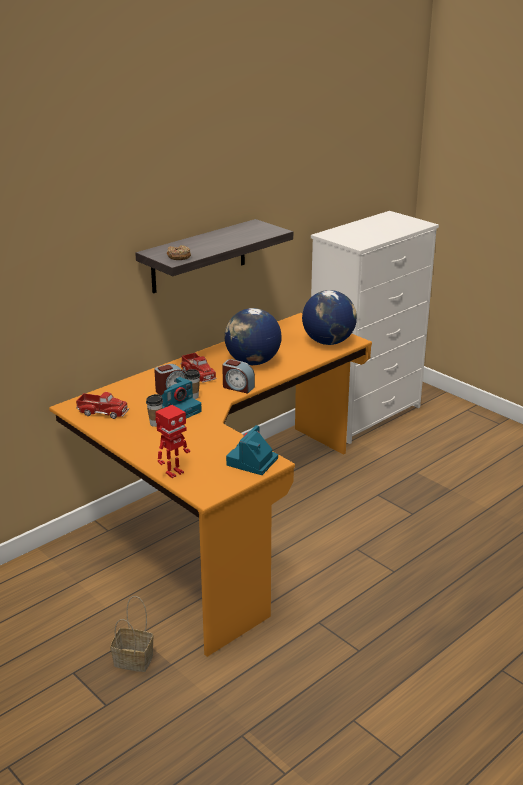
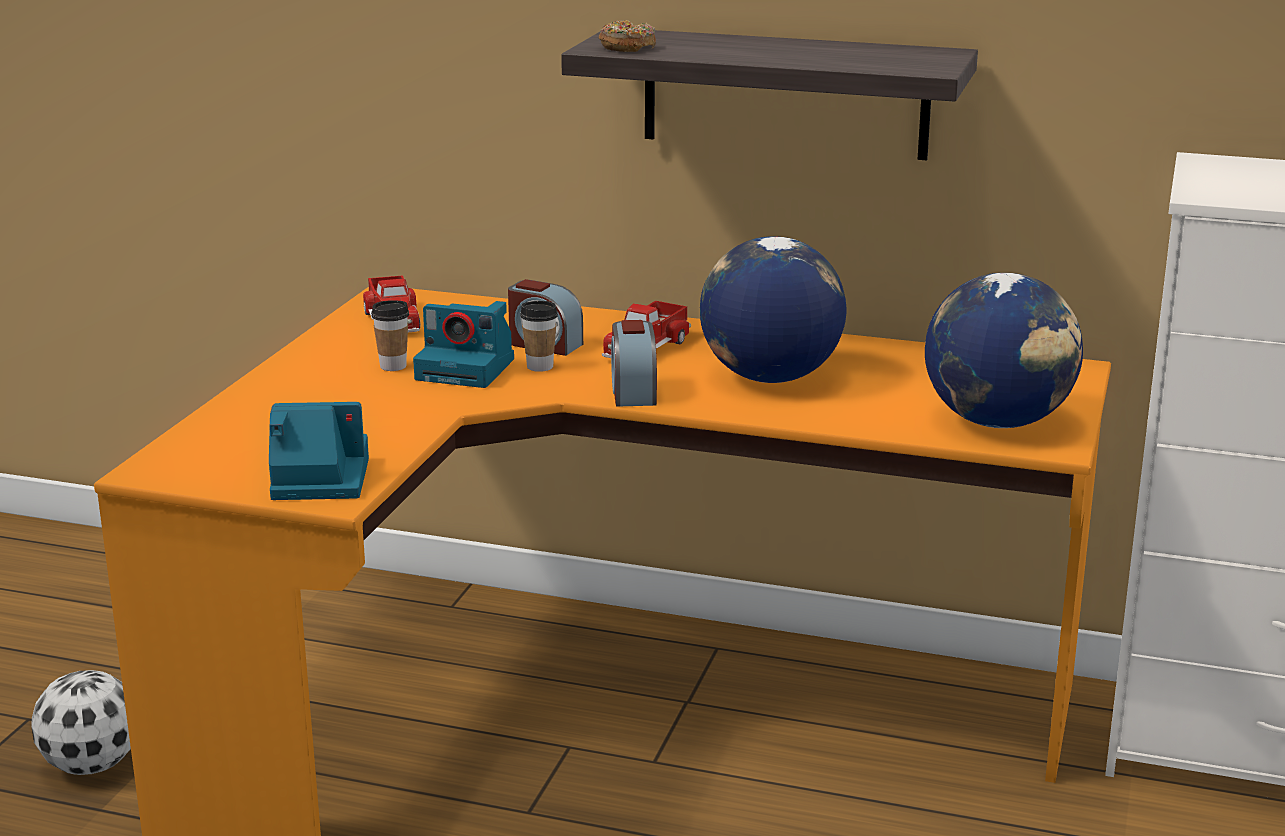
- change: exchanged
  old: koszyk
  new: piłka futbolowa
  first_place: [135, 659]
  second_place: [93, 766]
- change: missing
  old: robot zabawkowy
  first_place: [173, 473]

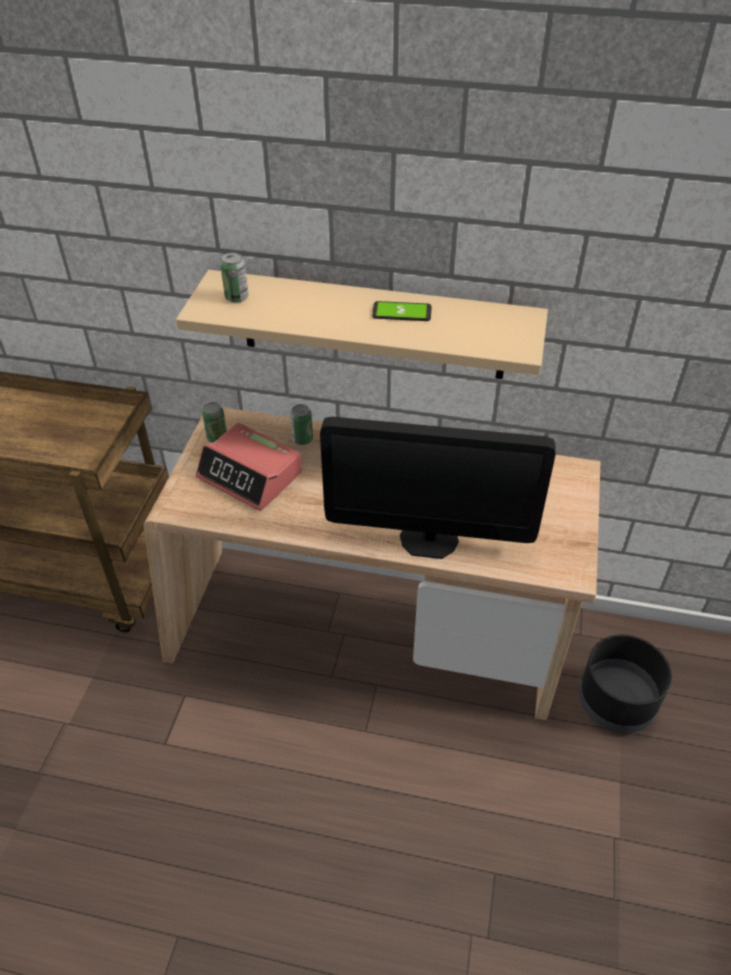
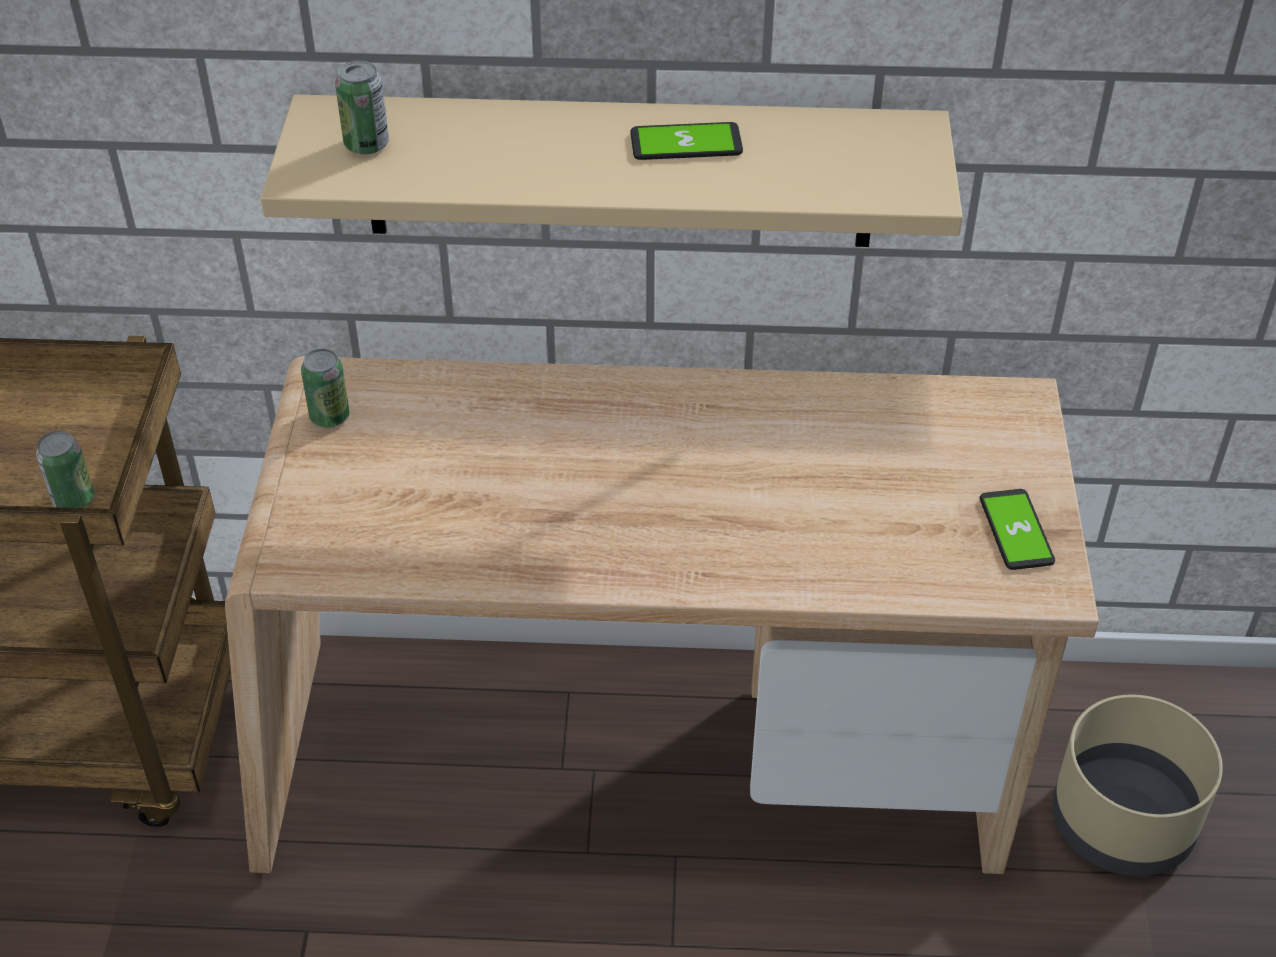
- change: relocated
  old: puszka
  first_place: [302, 439]
  second_place: [74, 499]
- change: appeared
  new: telefon
  second_place: [1016, 531]
- change: colour
  old: donica [czarny]
  new: donica [beżowy]
  first_place: [617, 702]
  second_place: [1123, 822]
- change: missing
  old: budzik
  first_place: [250, 475]
- change: missing
  old: monitor
  first_place: [429, 538]

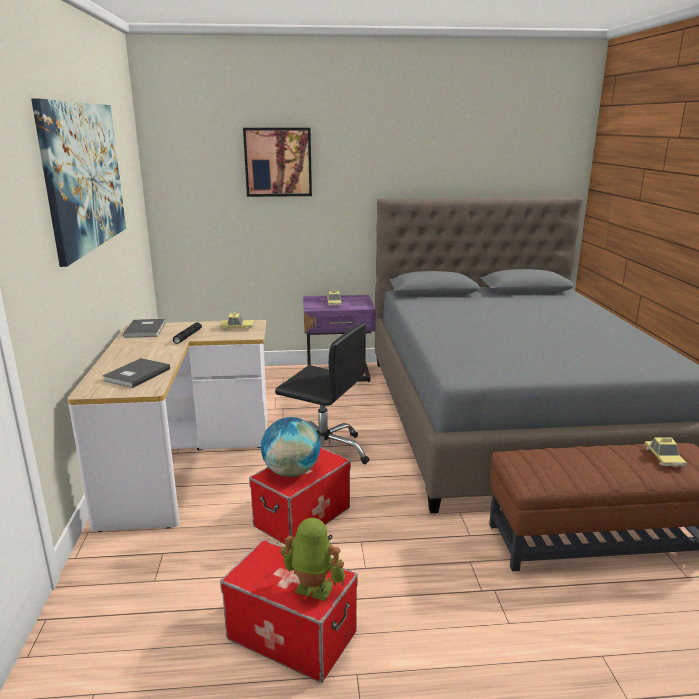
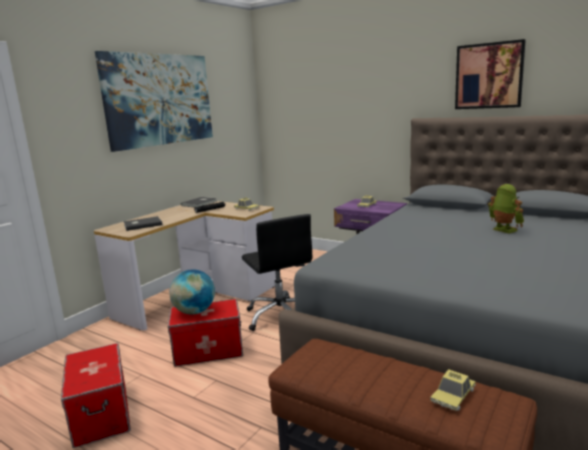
- change: relocated
  old: obraz
  first_place: [278, 162]
  second_place: [489, 76]
- change: relocated
  old: robot zabawkowy
  first_place: [312, 590]
  second_place: [503, 230]

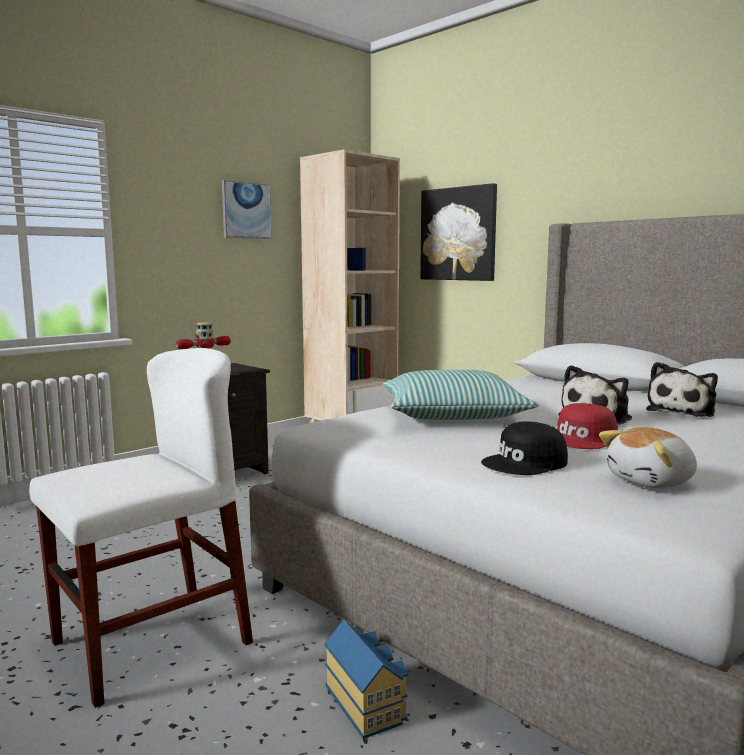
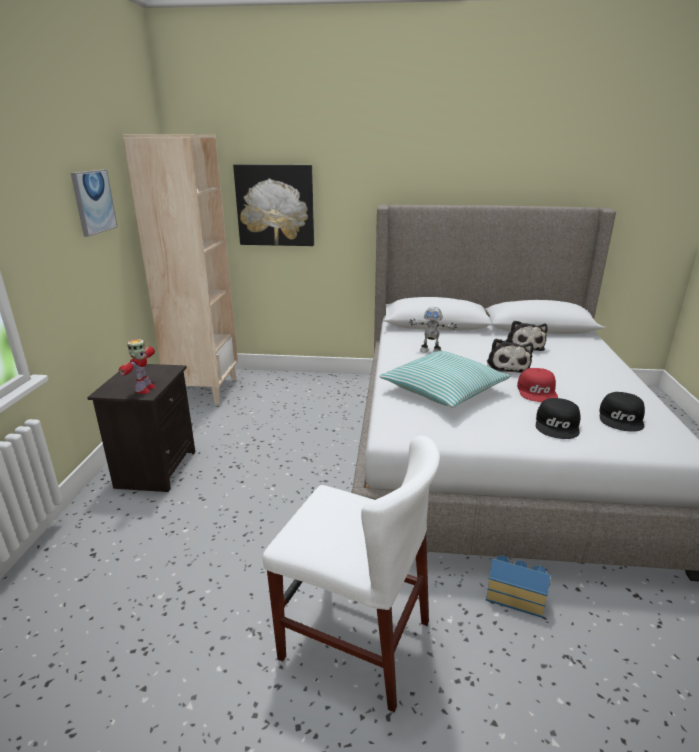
- change: spun
  old: krzesło [biały]
  first_place: [151, 642]
  second_place: [355, 640]
  degrees: 105
- change: appeared
  new: robot zabawkowy
  second_place: [430, 351]
- change: exchanged
  old: pluszak
  new: czapka z daszkiem [czarny]
  first_place: [652, 481]
  second_place: [622, 418]

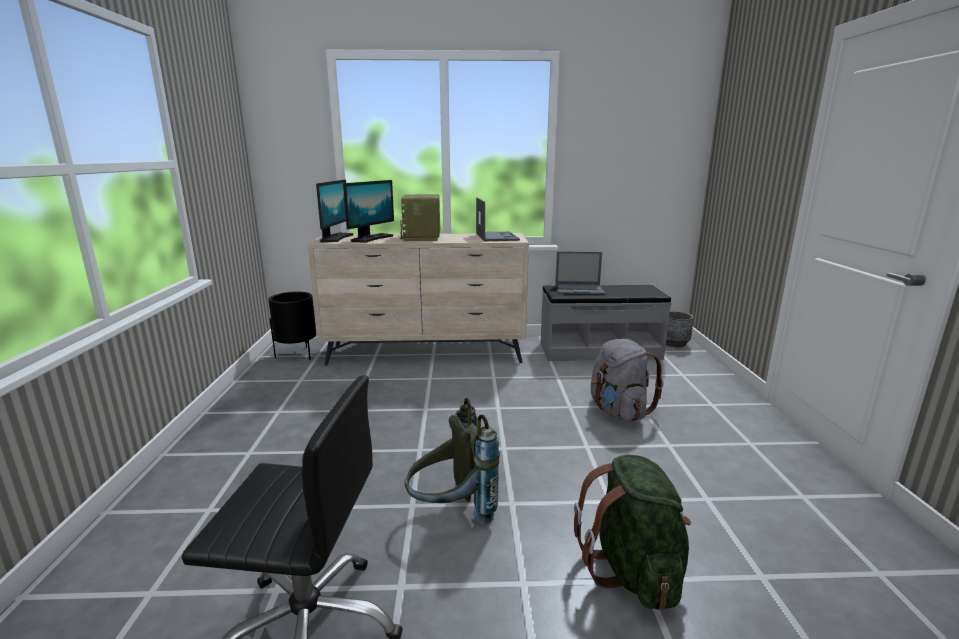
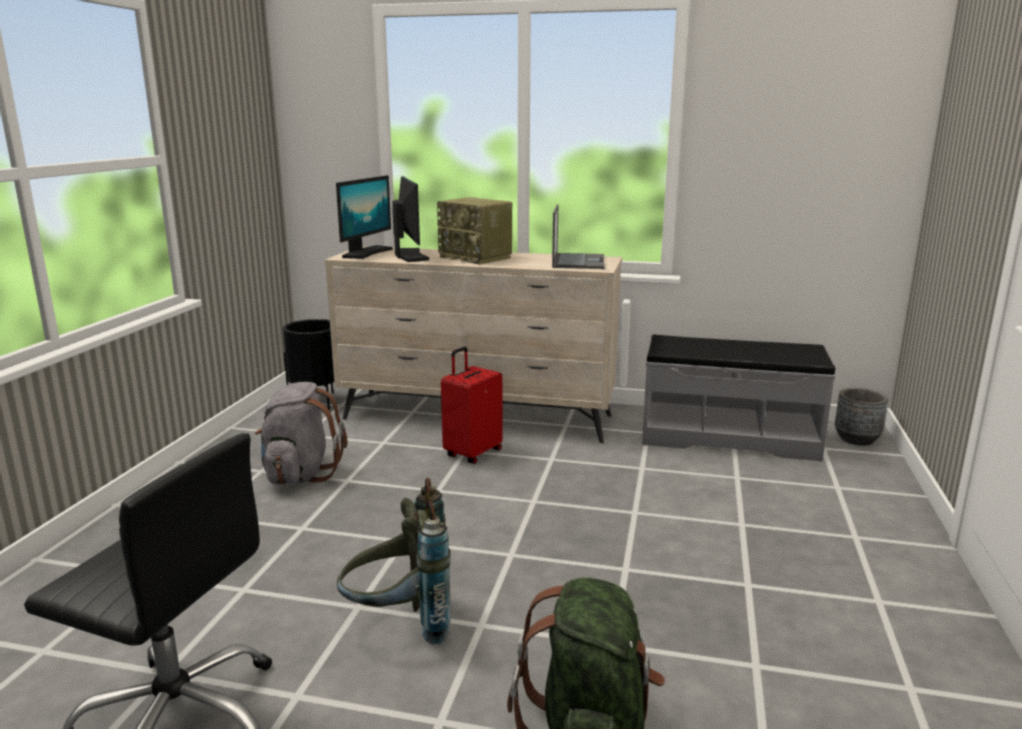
- change: relocated
  old: plecak [szary]
  first_place: [618, 411]
  second_place: [300, 474]
- change: spun
  old: monitor
  first_place: [371, 238]
  second_place: [410, 255]
  degrees: -60
- change: spun
  old: radio
  first_place: [422, 237]
  second_place: [476, 257]
  degrees: -60
- change: appeared
  new: walizka [czerwony]
  second_place: [472, 453]
- change: missing
  old: laptop
  first_place: [580, 289]

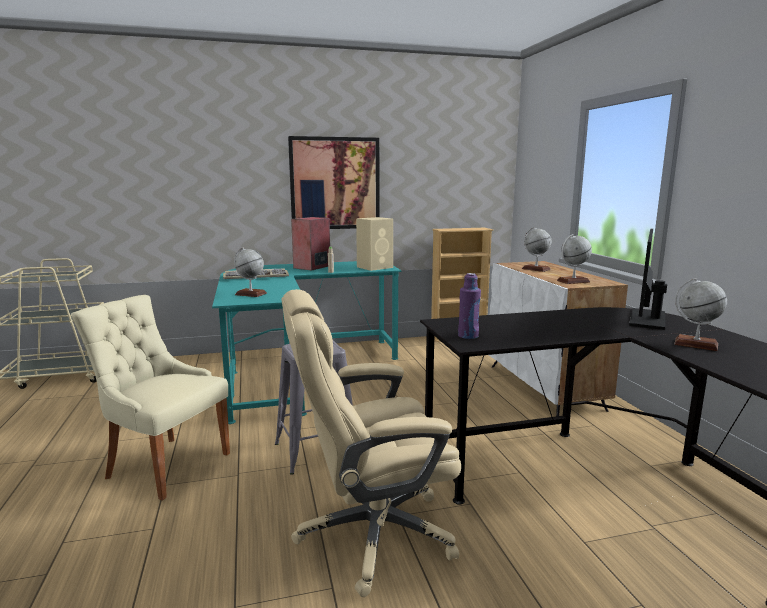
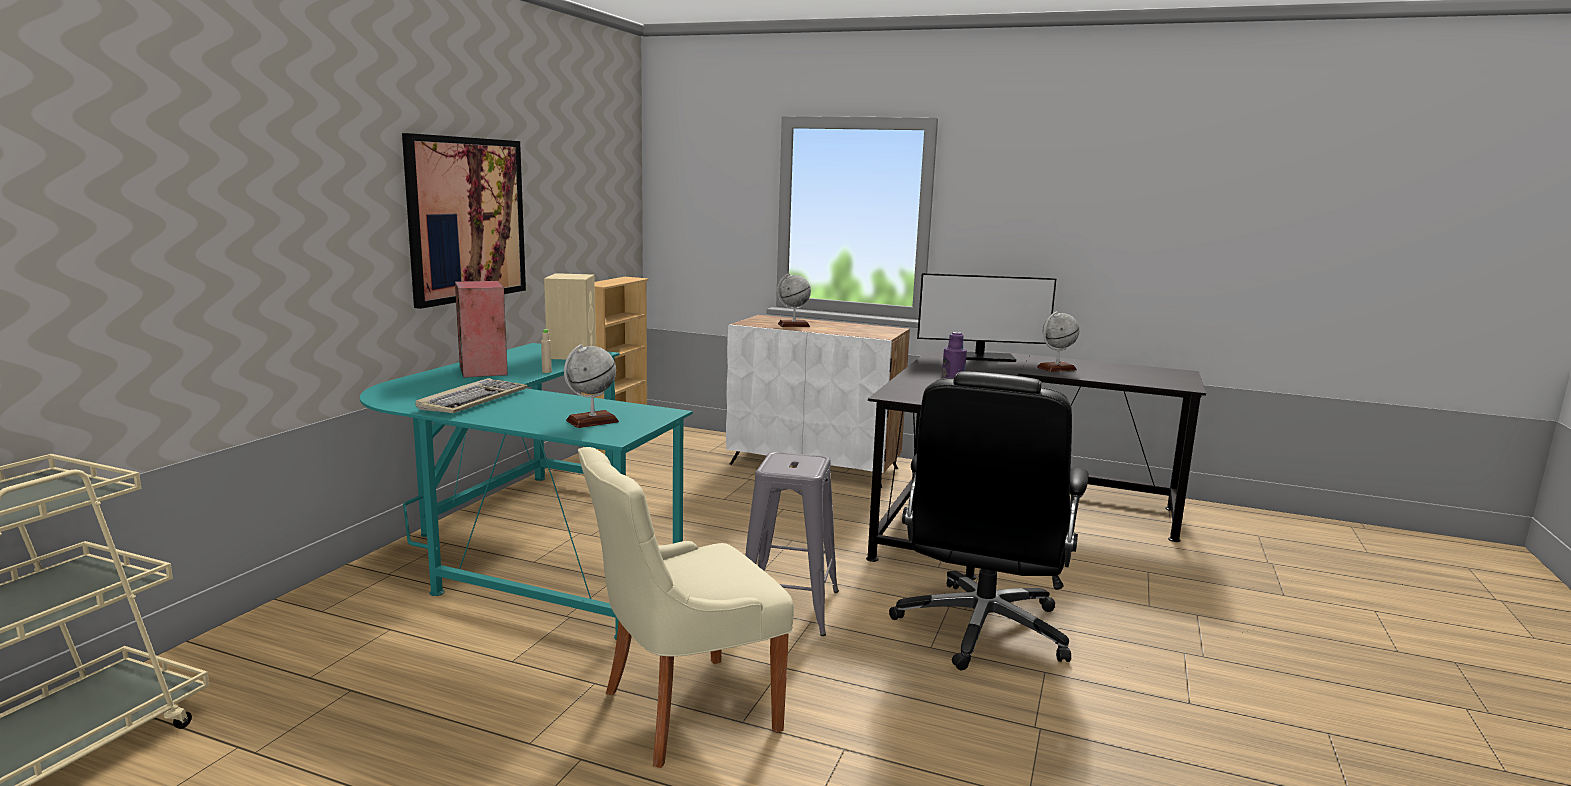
- change: colour
  old: krzesło biurowe [beżowy]
  new: krzesło biurowe [czarny]
  first_place: [372, 533]
  second_place: [981, 629]
- change: spun
  old: monitor
  first_place: [647, 319]
  second_place: [980, 357]
  degrees: -60
- change: missing
  old: globus
  first_place: [573, 281]

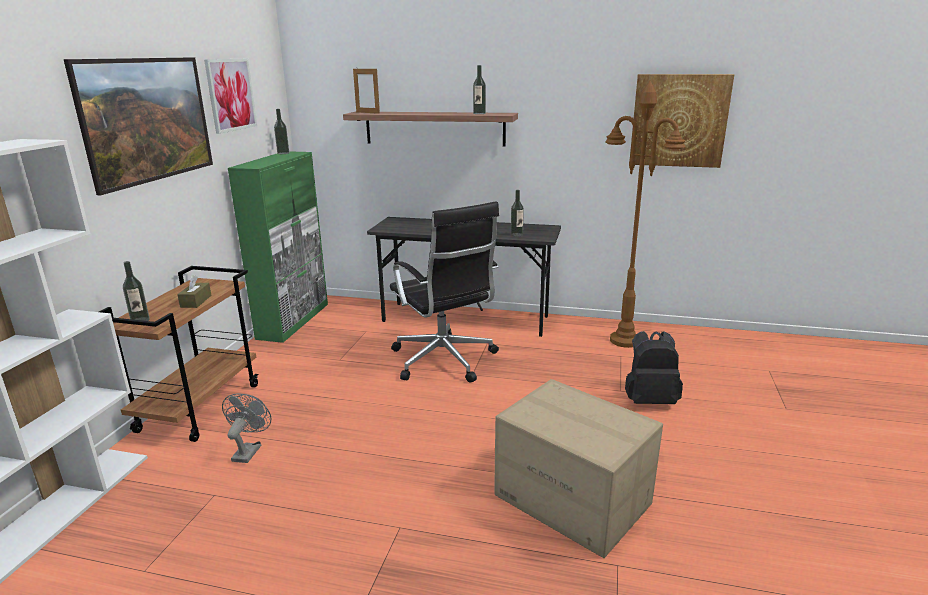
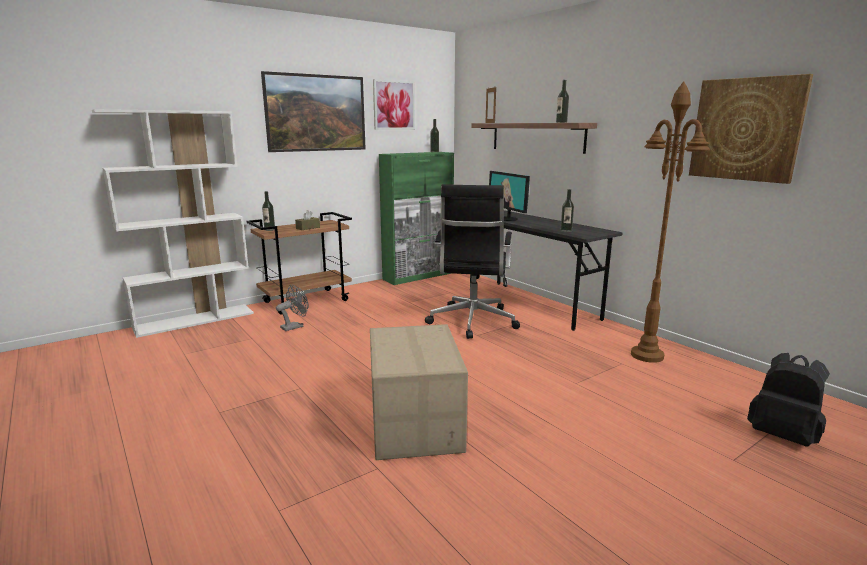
- change: appeared
  new: monitor
  second_place: [507, 219]
- change: relocated
  old: plecak [czarny]
  first_place: [649, 400]
  second_place: [782, 435]

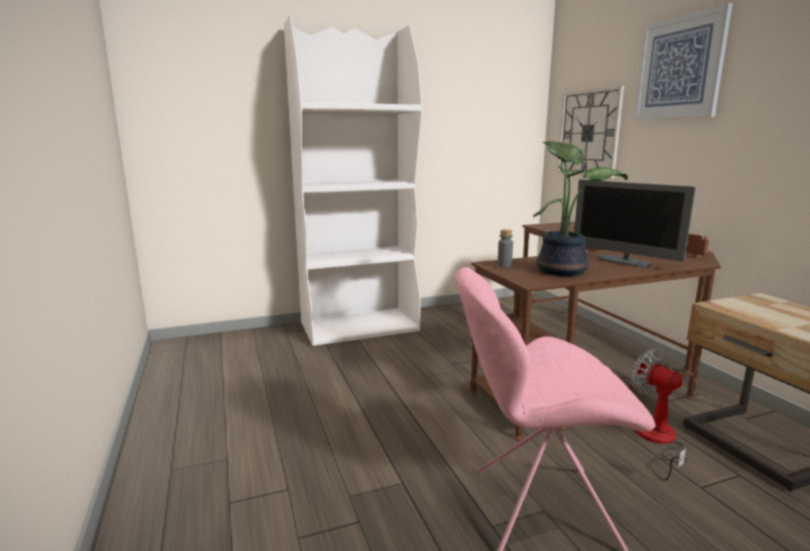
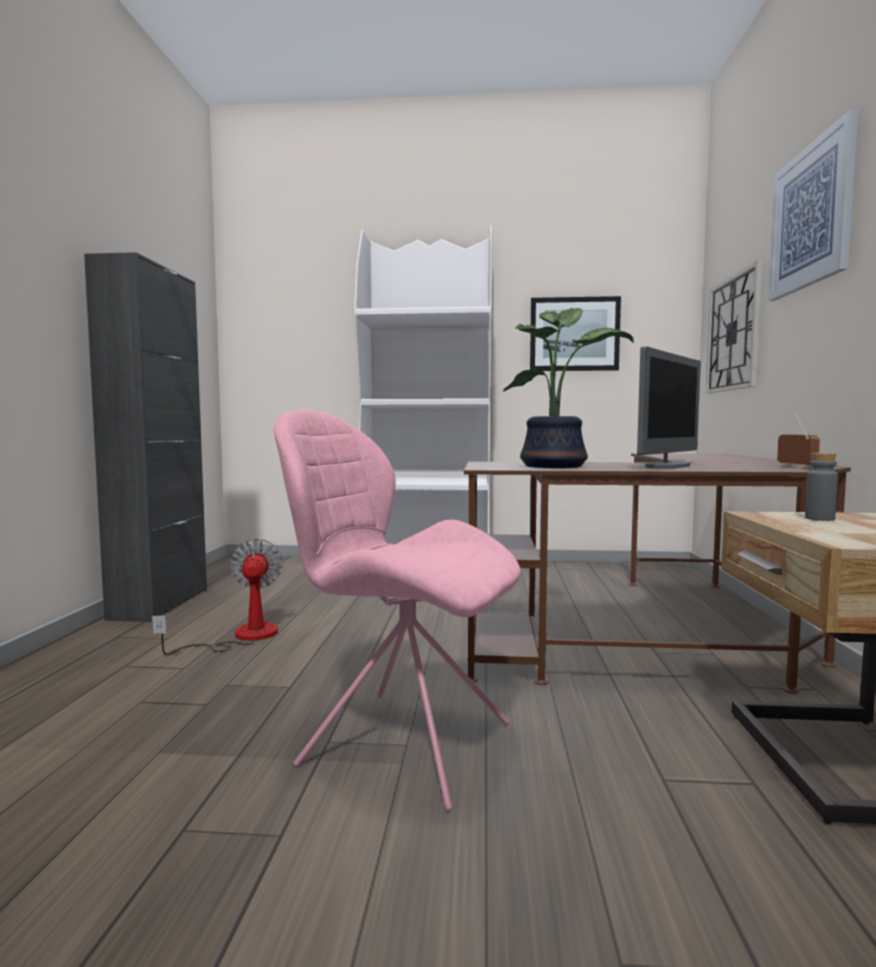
- change: appeared
  new: szafka [czarny]
  second_place: [160, 604]
- change: relocated
  old: wentylator
  first_place: [657, 441]
  second_place: [241, 637]
- change: appeared
  new: obraz
  second_place: [574, 334]
- change: spun
  old: monitor
  first_place: [623, 261]
  second_place: [668, 466]
  degrees: -120
- change: relocated
  old: butelka [szary]
  first_place: [504, 266]
  second_place: [819, 519]

